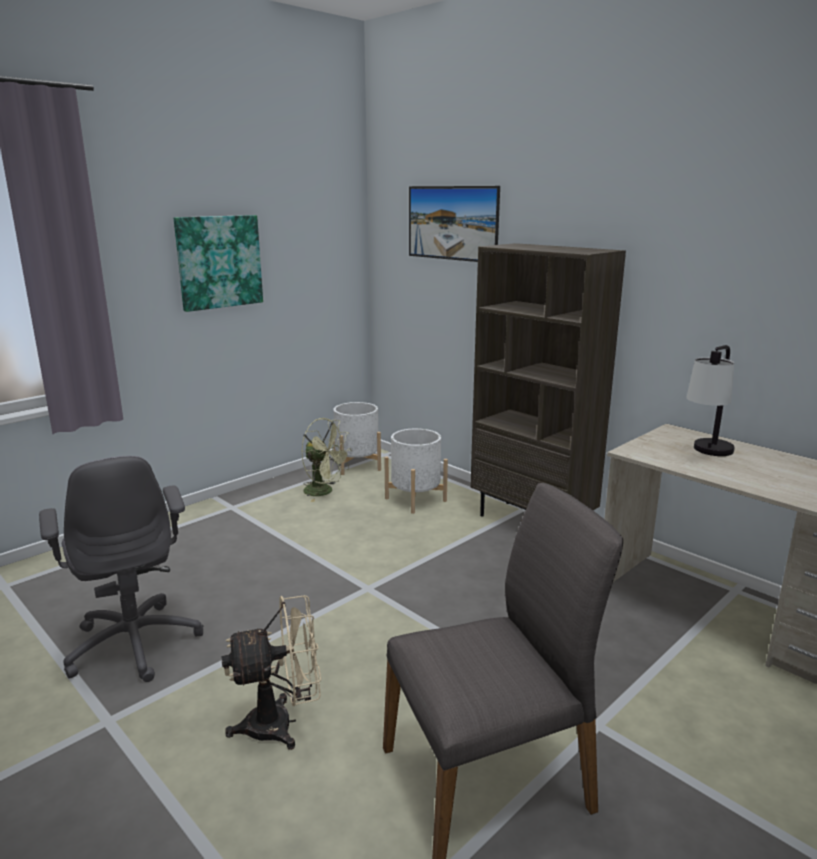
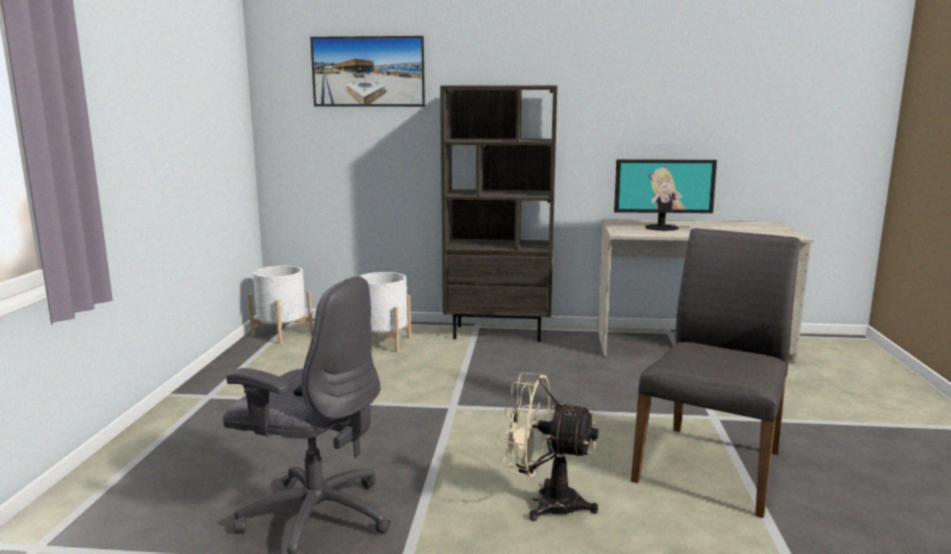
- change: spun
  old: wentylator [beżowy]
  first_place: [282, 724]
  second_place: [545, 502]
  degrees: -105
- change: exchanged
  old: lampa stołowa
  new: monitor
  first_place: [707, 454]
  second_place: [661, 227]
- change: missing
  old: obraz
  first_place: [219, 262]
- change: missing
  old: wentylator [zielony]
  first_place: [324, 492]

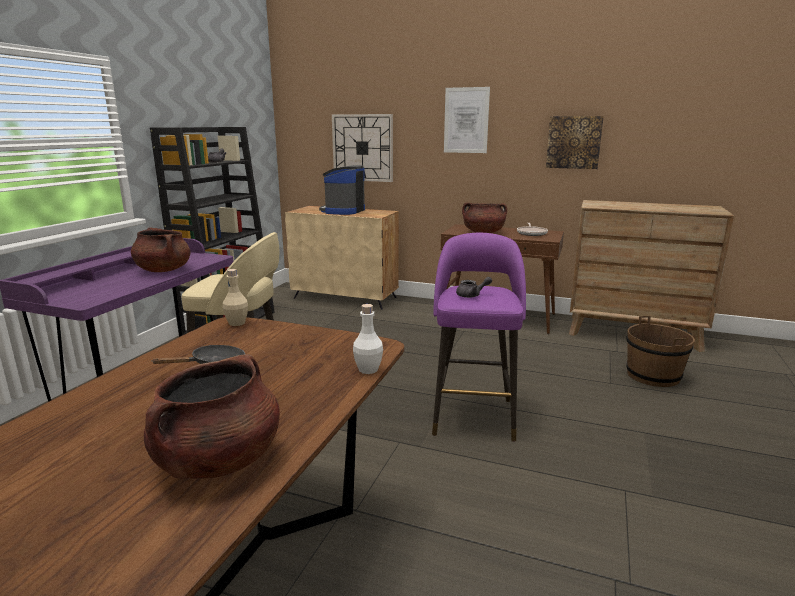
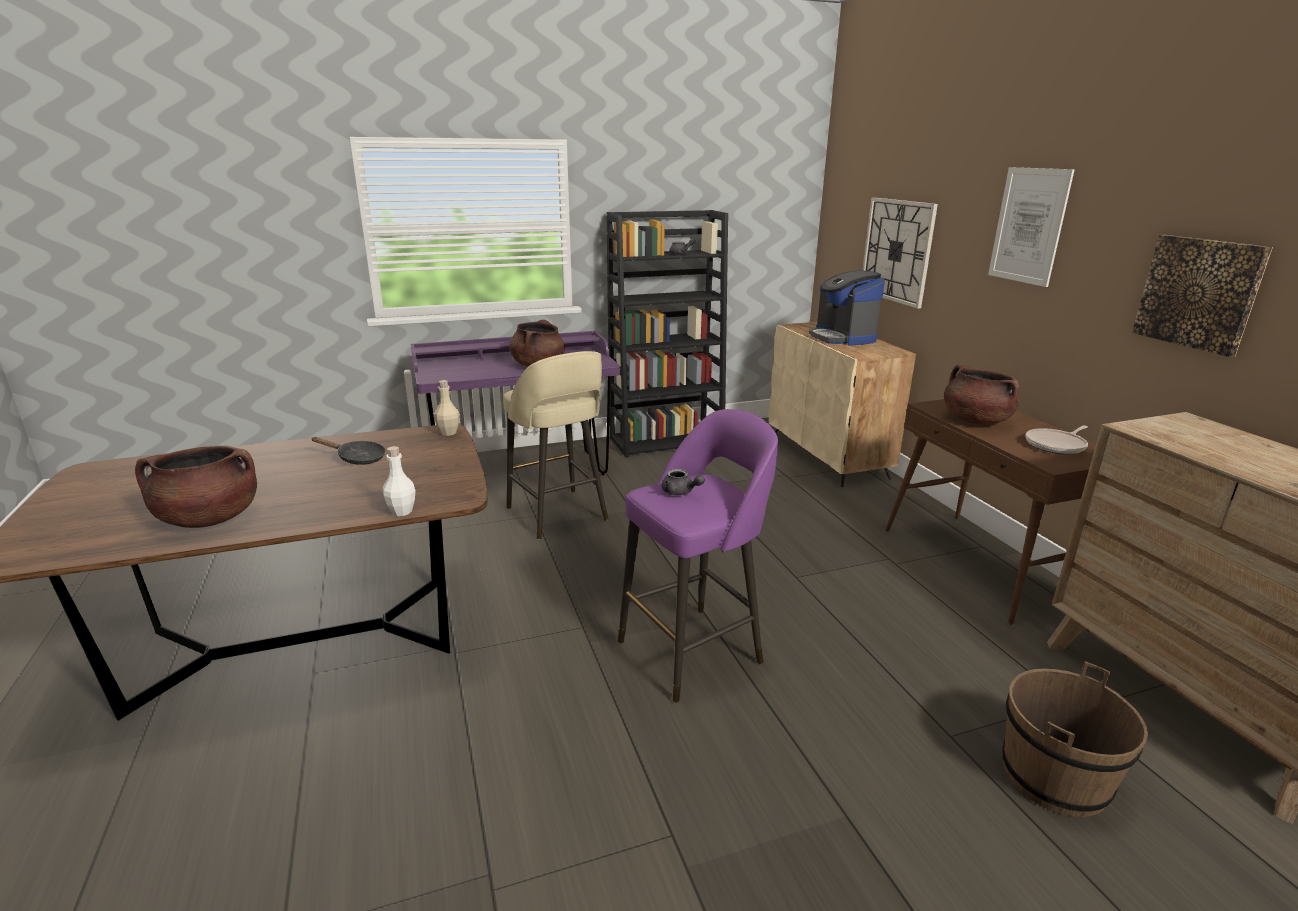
- change: spun
  old: ekspres do kawy
  first_place: [343, 211]
  second_place: [843, 337]
  degrees: -90

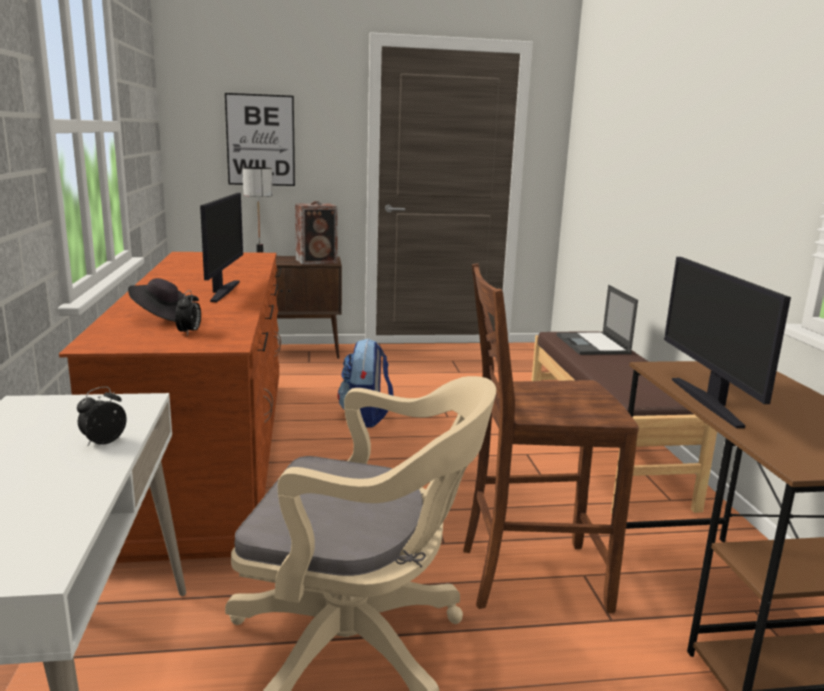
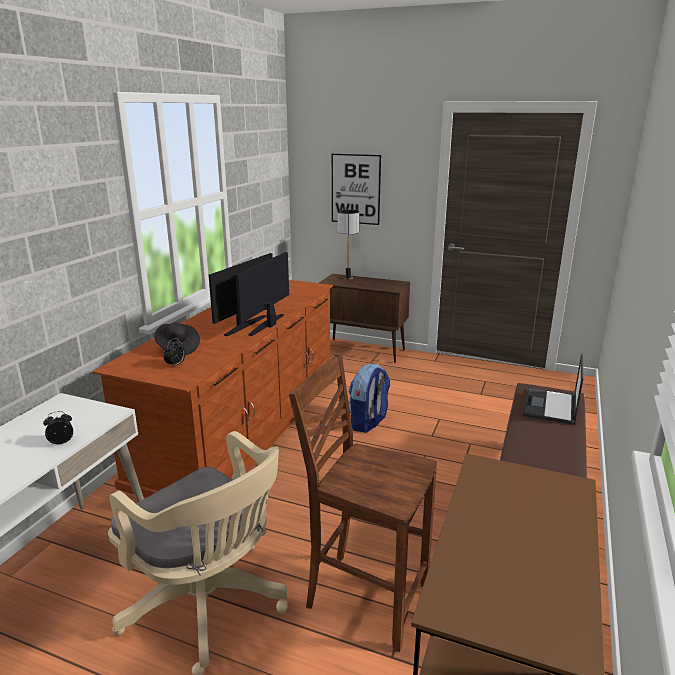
- change: relocated
  old: monitor
  first_place: [709, 402]
  second_place: [268, 325]
- change: missing
  old: głośnik
  first_place: [317, 261]

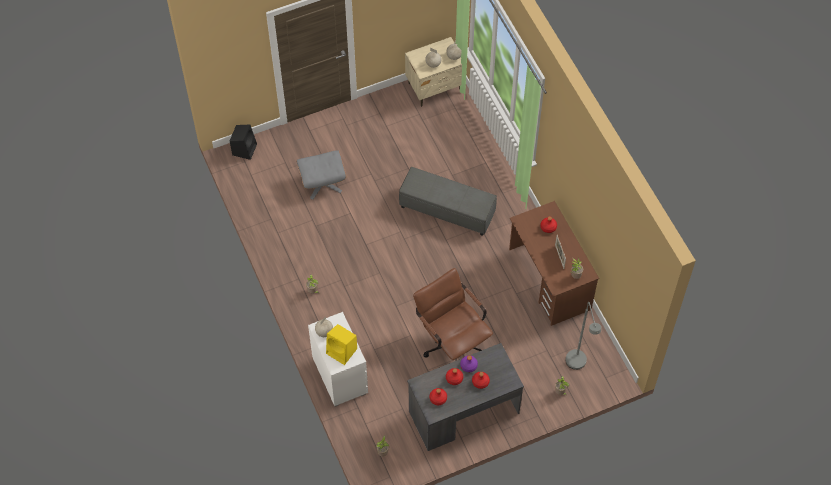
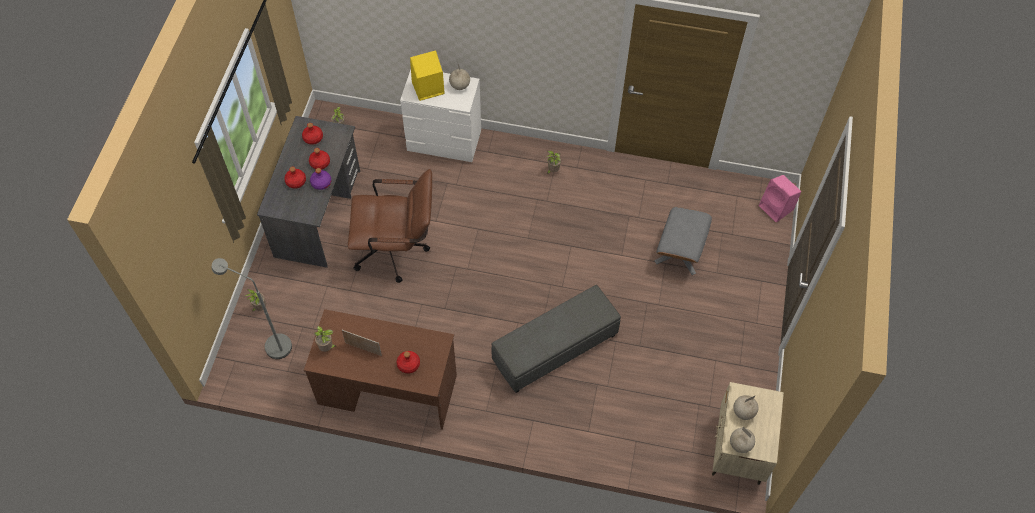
- change: colour
  old: głośnik [czarny]
  new: głośnik [różowy]
  first_place: [244, 149]
  second_place: [777, 208]

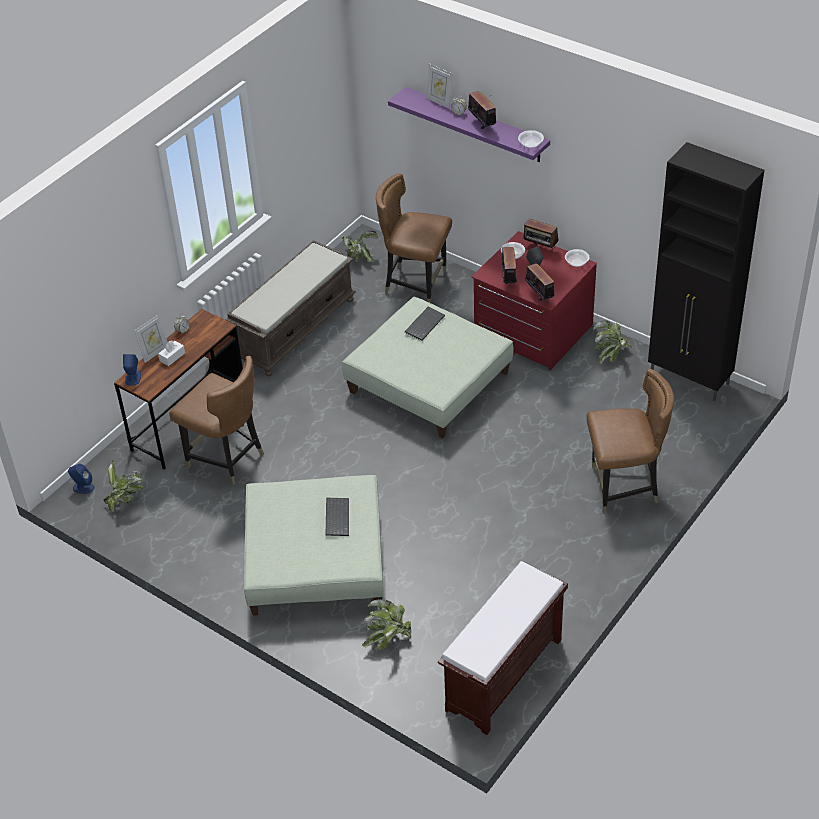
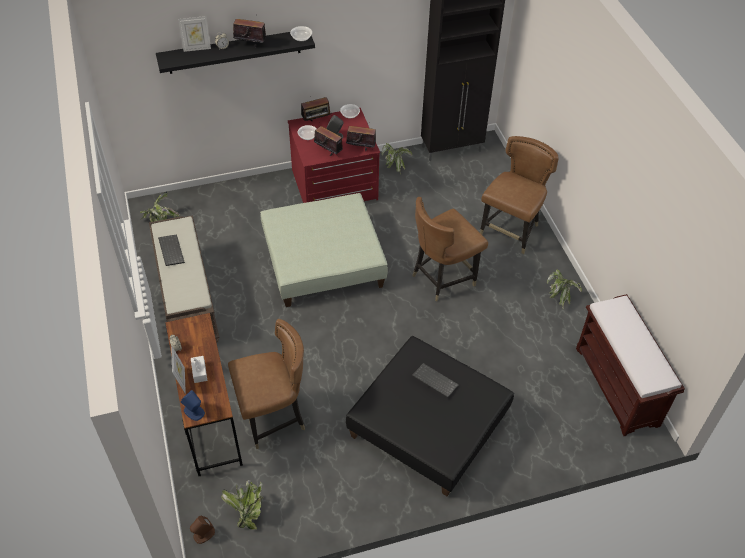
- change: colour
  old: półka [fioletowy]
  new: półka [czarny]
  first_place: [476, 125]
  second_place: [234, 51]
- change: relocated
  old: klawiatura
  first_place: [424, 324]
  second_place: [170, 250]
- change: colour
  old: głośnik [niebieski]
  new: głośnik [brązowy]
  first_place: [83, 487]
  second_place: [204, 534]
- change: colour
  old: pufa [zielony]
  new: pufa [czarny]
  first_place: [315, 560]
  second_place: [427, 426]
- change: relocated
  old: krzesło [brązowy]
  first_place: [415, 284]
  second_place: [442, 278]
- change: relocated
  old: roślina doniczkowa
  first_place: [388, 638]
  second_place: [559, 296]

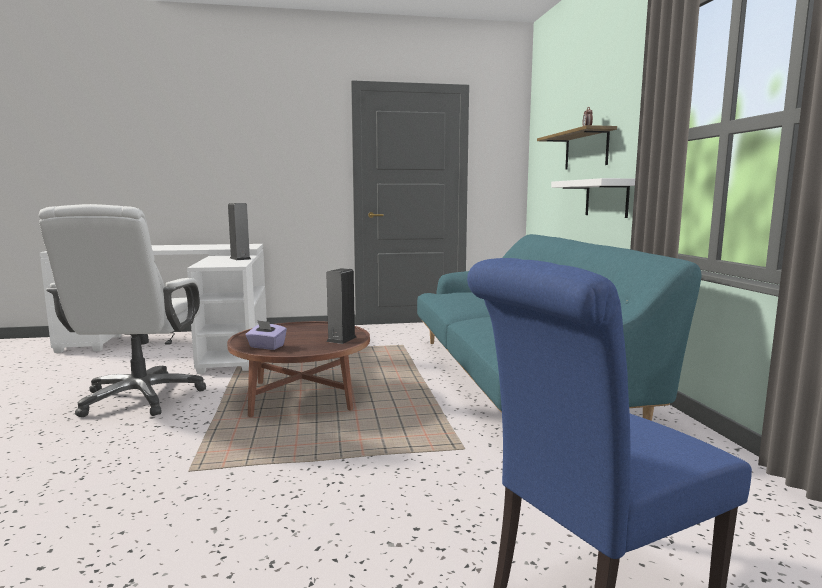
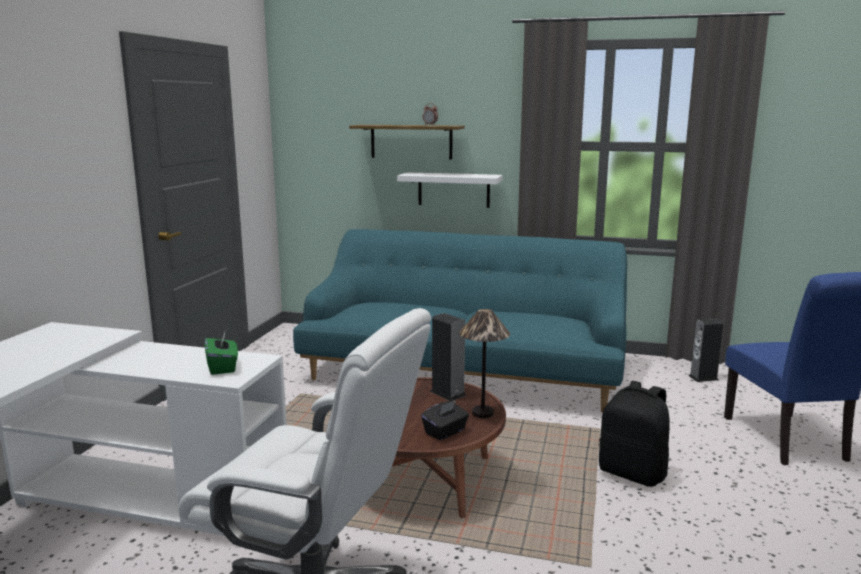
- change: appeared
  new: pudełko chusteczek [zielony]
  second_place: [222, 367]
- change: colour
  old: pudełko chusteczek [fioletowy]
  new: pudełko chusteczek [czarny]
  first_place: [266, 347]
  second_place: [445, 432]
- change: appeared
  new: lampa stołowa
  second_place: [482, 413]
- change: appeared
  new: plecak [czarny]
  second_place: [633, 473]
- change: relocated
  old: głośnik
  first_place: [240, 258]
  second_place: [703, 378]

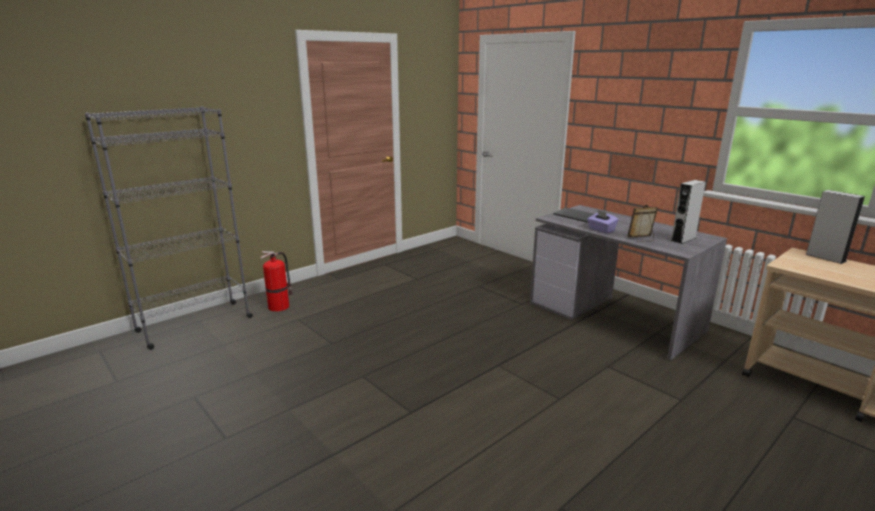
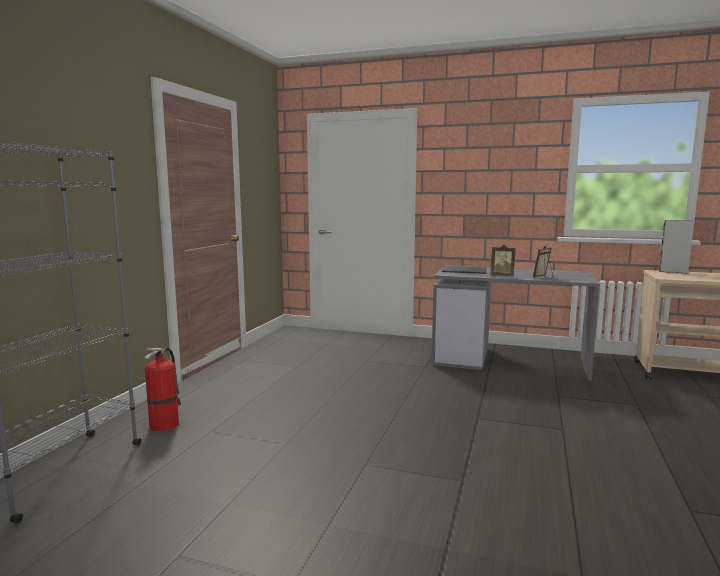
- change: exchanged
  old: pudełko chusteczek [fioletowy]
  new: ramka na zdjęcie
  first_place: [601, 230]
  second_place: [502, 276]
- change: missing
  old: głośnik [szary]
  first_place: [683, 239]

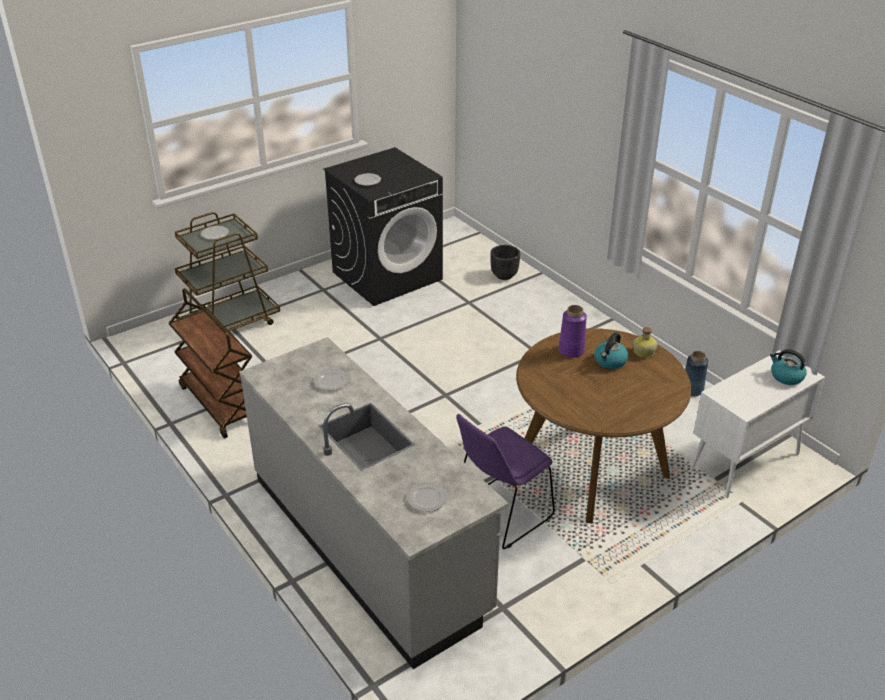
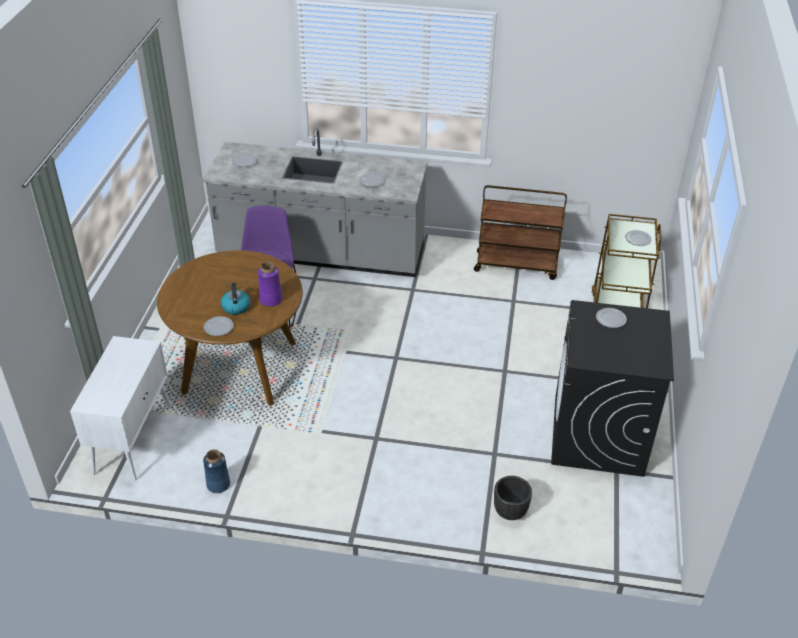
- change: exchanged
  old: butelka
  new: talerz
  first_place: [643, 352]
  second_place: [218, 327]
- change: missing
  old: czajnik
  first_place: [786, 376]

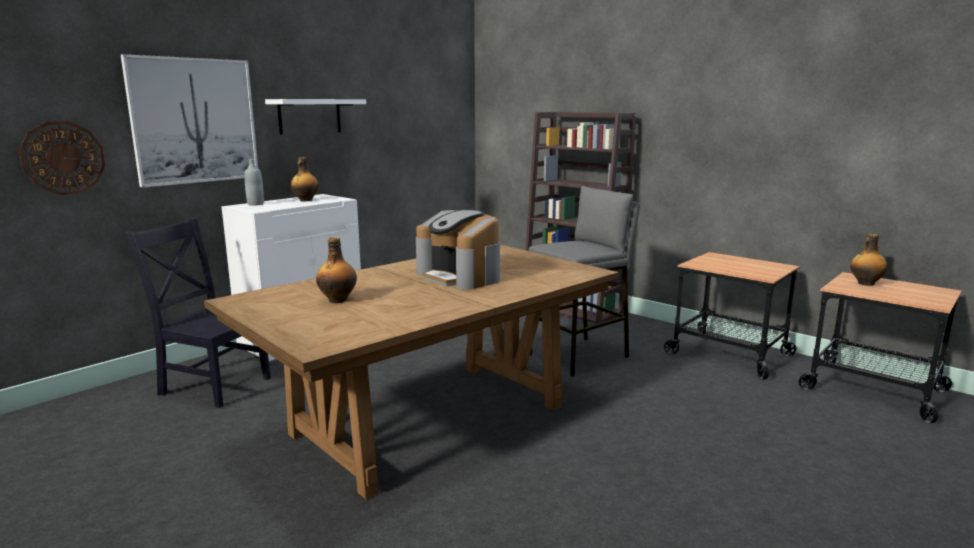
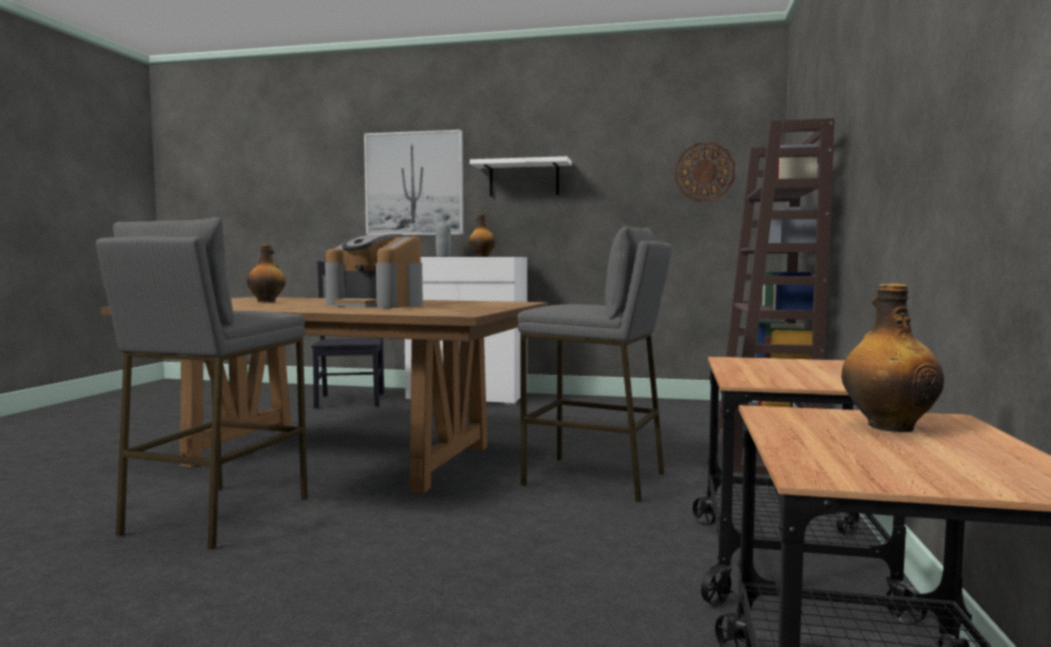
- change: appeared
  new: stołek [szary]
  second_place: [216, 515]
- change: spun
  old: ekspres do kawy
  first_place: [460, 276]
  second_place: [377, 305]
  degrees: -75
- change: relocated
  old: zegar ścienny
  first_place: [63, 158]
  second_place: [704, 172]

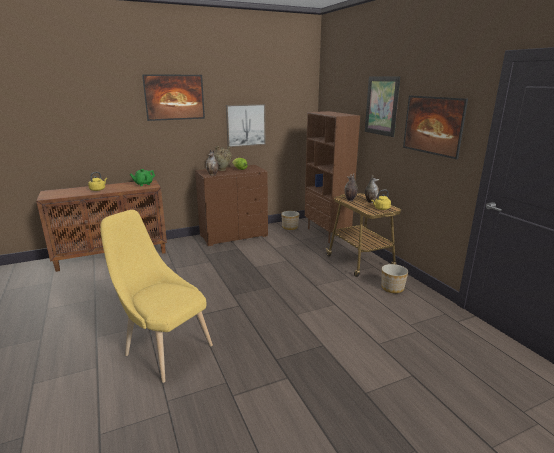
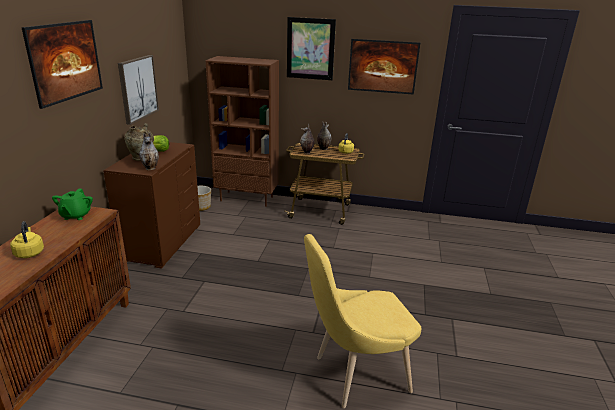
- change: missing
  old: donica
  first_place: [392, 288]

